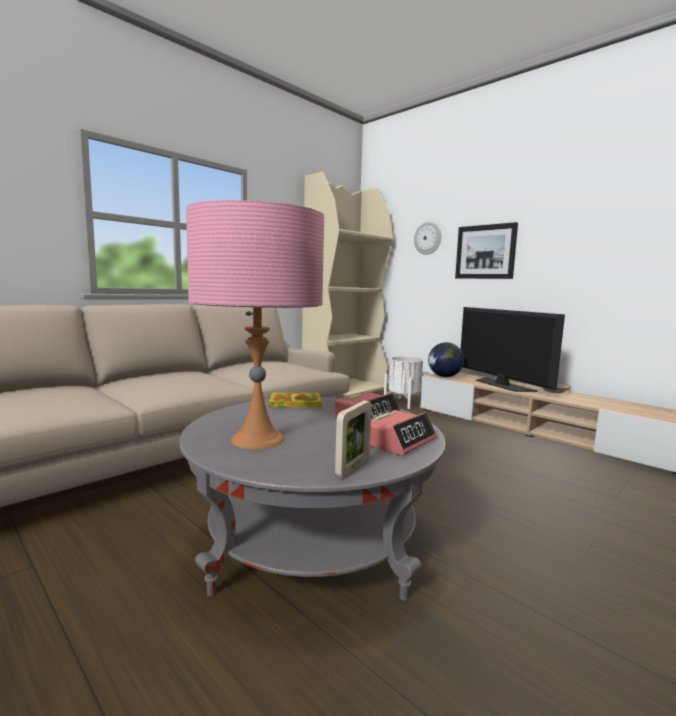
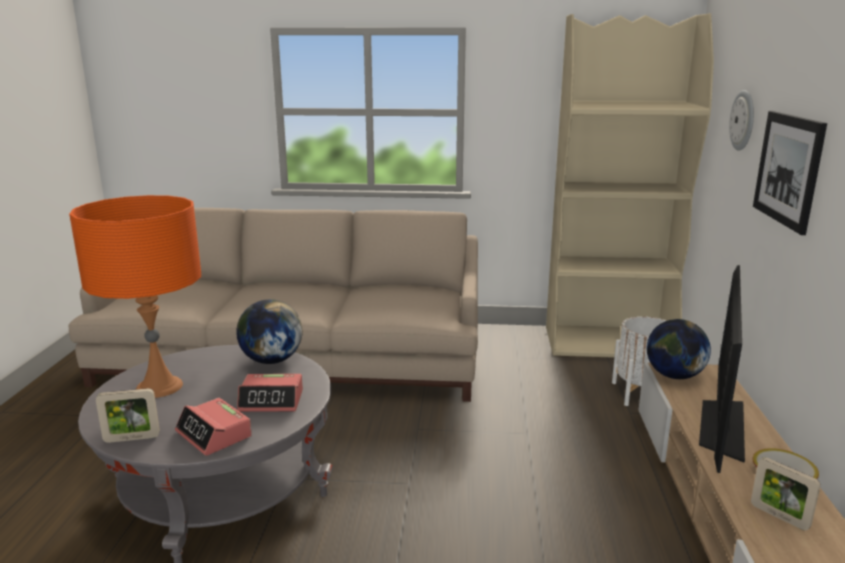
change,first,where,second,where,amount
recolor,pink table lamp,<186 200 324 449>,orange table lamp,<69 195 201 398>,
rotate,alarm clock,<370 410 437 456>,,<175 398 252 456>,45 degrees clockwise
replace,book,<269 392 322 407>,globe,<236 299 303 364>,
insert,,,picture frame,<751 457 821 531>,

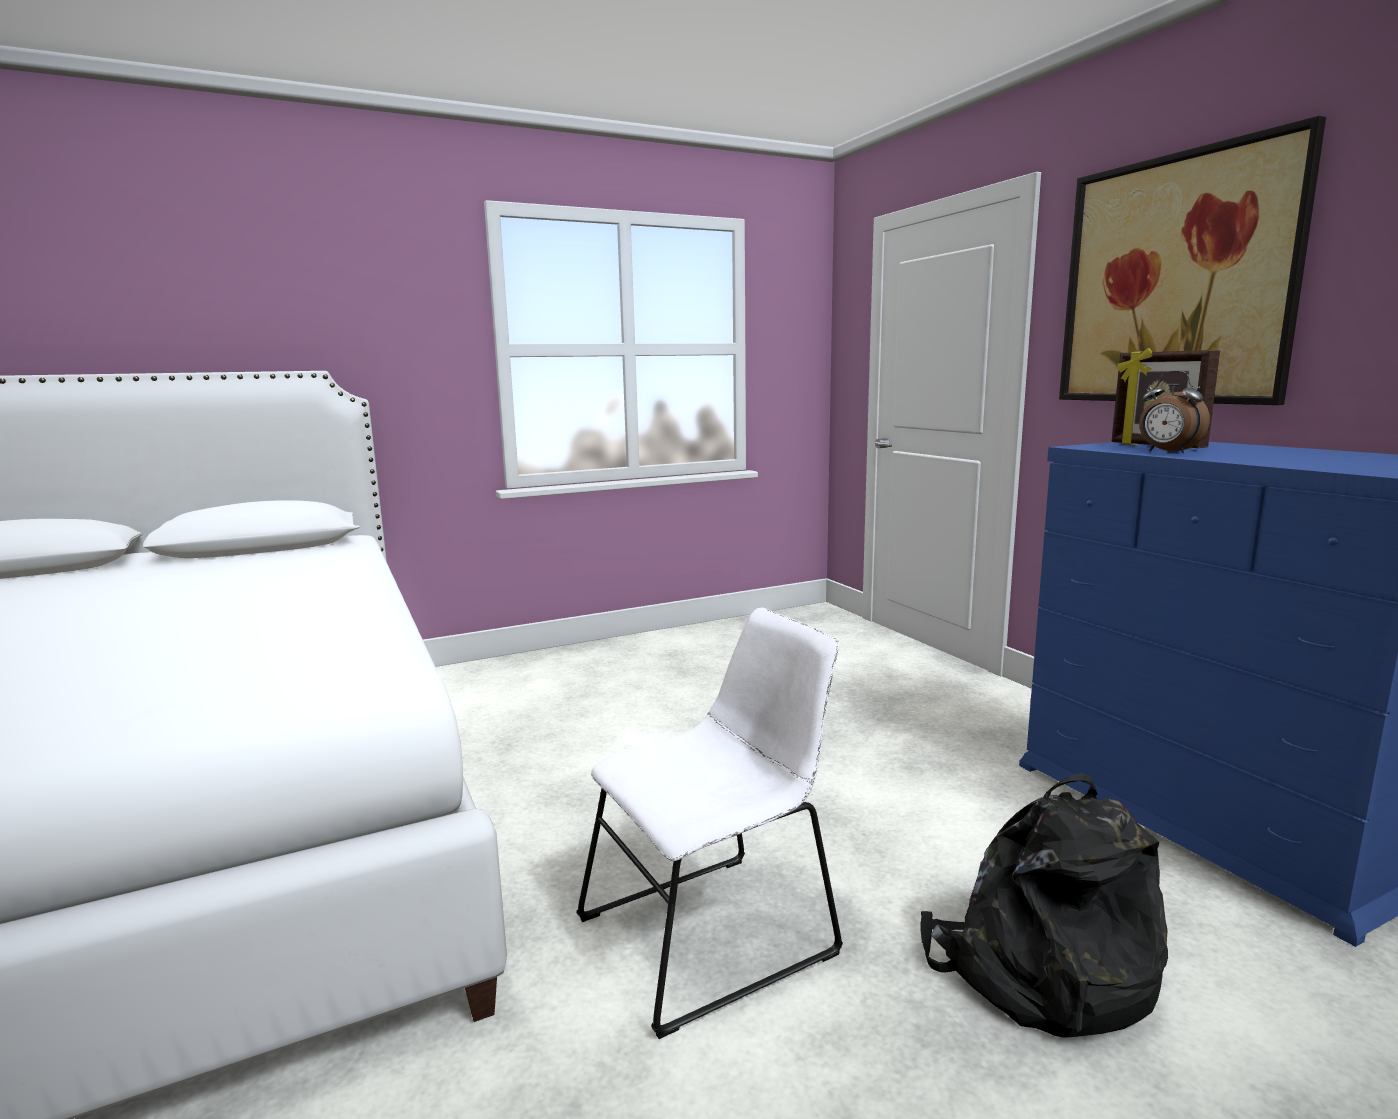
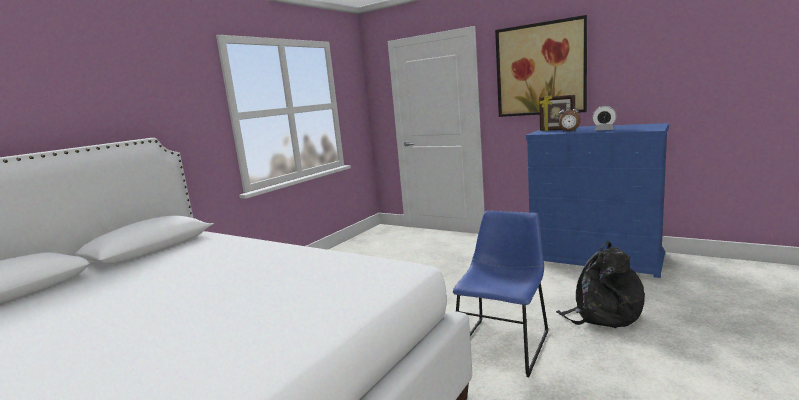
change,first,where,second,where,amount
recolor,white chair,<576 607 843 1039>,blue chair,<453 210 548 378>,
insert,,,alarm clock,<592 106 617 131>,

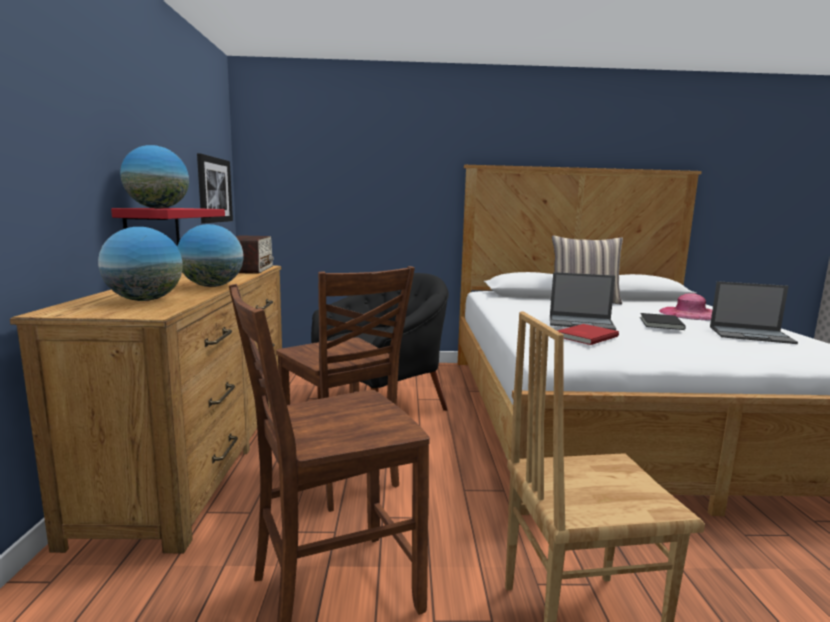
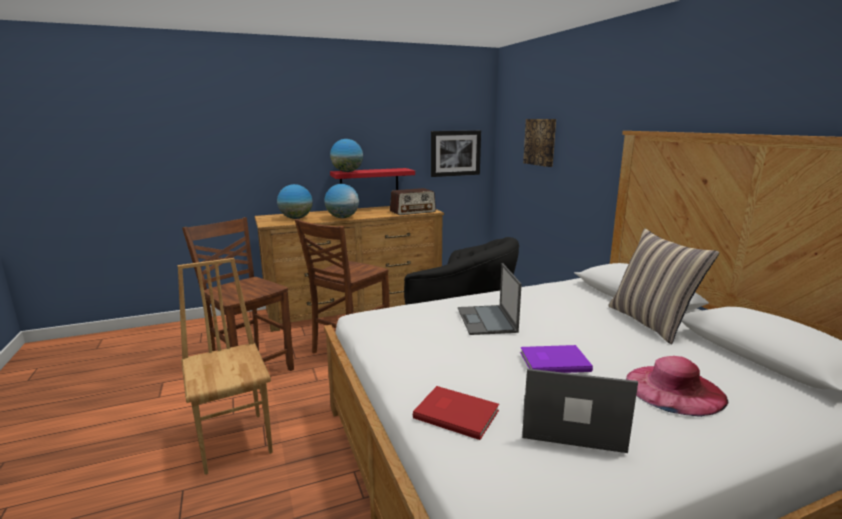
change,first,where,second,where,amount
move,red book,<557 324 619 345>,,<413 386 499 440>,
recolor,black book,<640 313 686 330>,purple book,<520 345 593 373>,
rotate,laptop,<710 281 798 344>,,<522 369 638 453>,105 degrees clockwise
insert,,,picture,<523 119 556 167>,

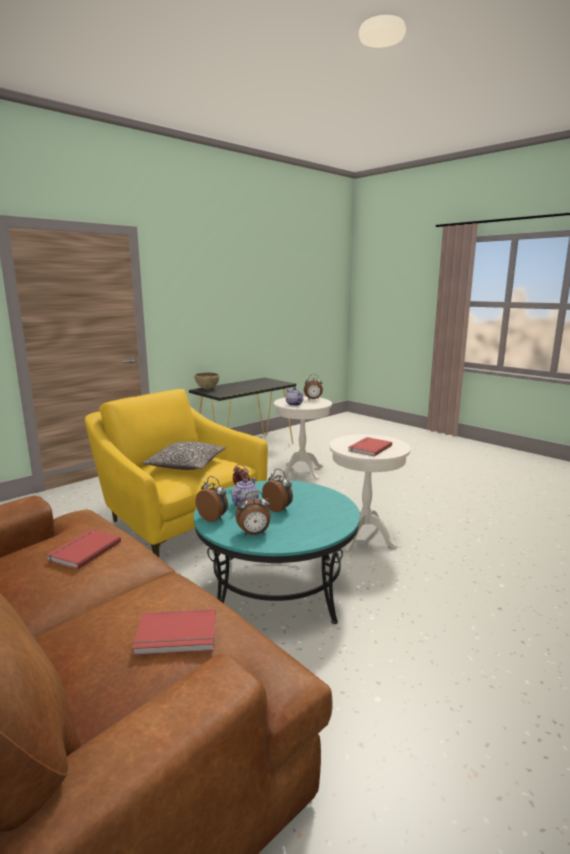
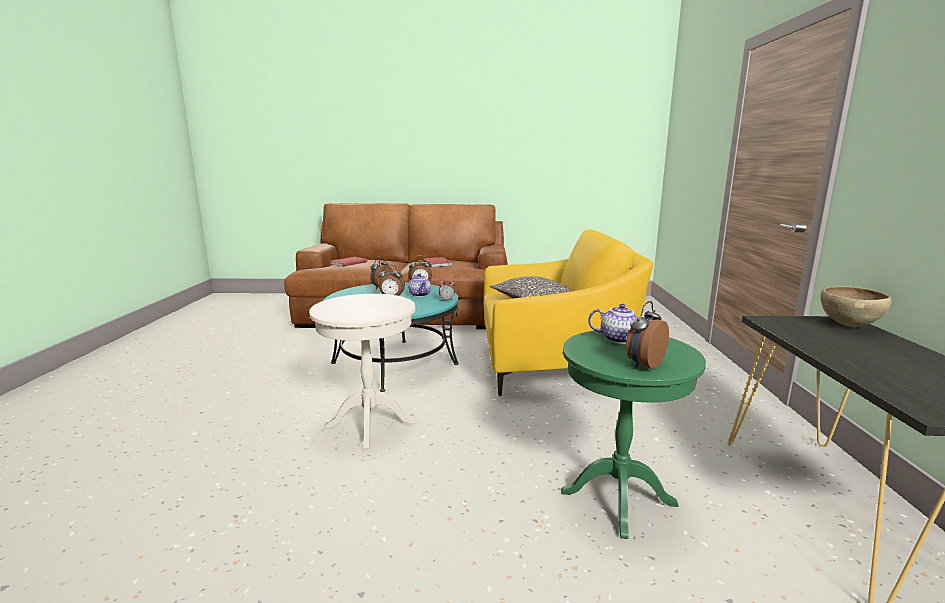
change,first,where,second,where,amount
recolor,white side table,<274 396 332 480>,green side table,<561 331 706 539>,
delete,red book,<348 437 392 456>,,,

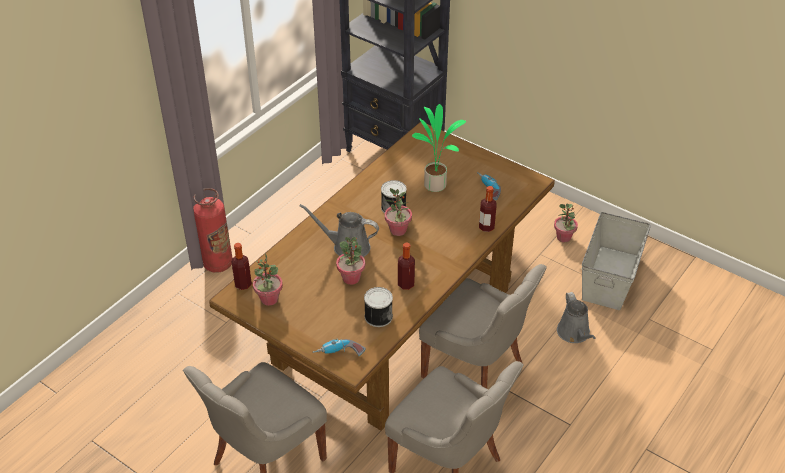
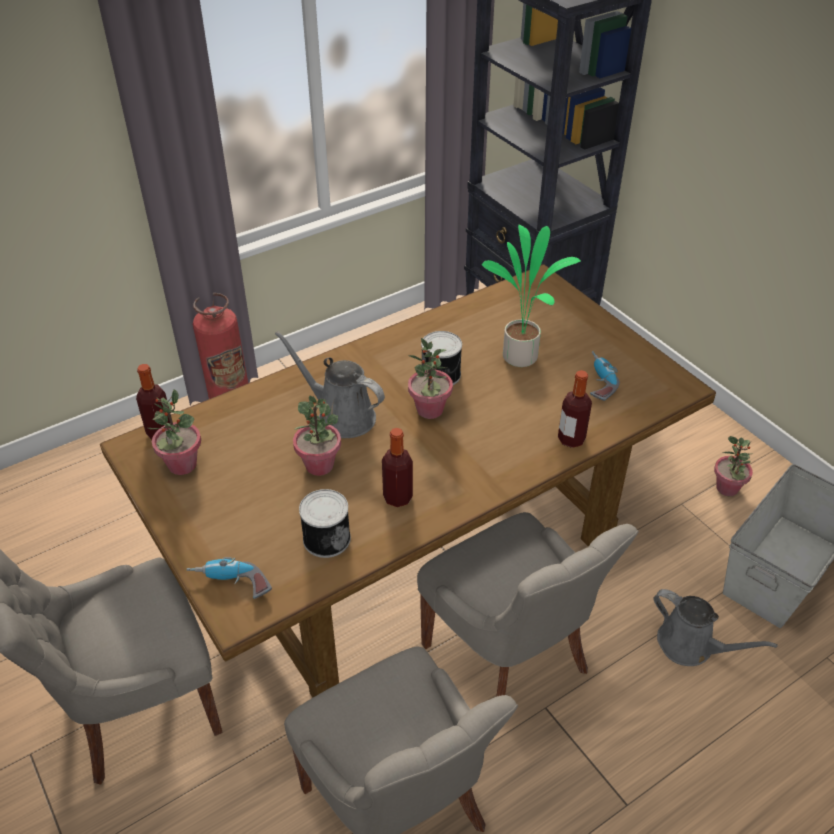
change,first,where,second,where,amount
rotate,grey watering can,<557 292 596 343>,,<653 589 778 666>,60 degrees counterclockwise

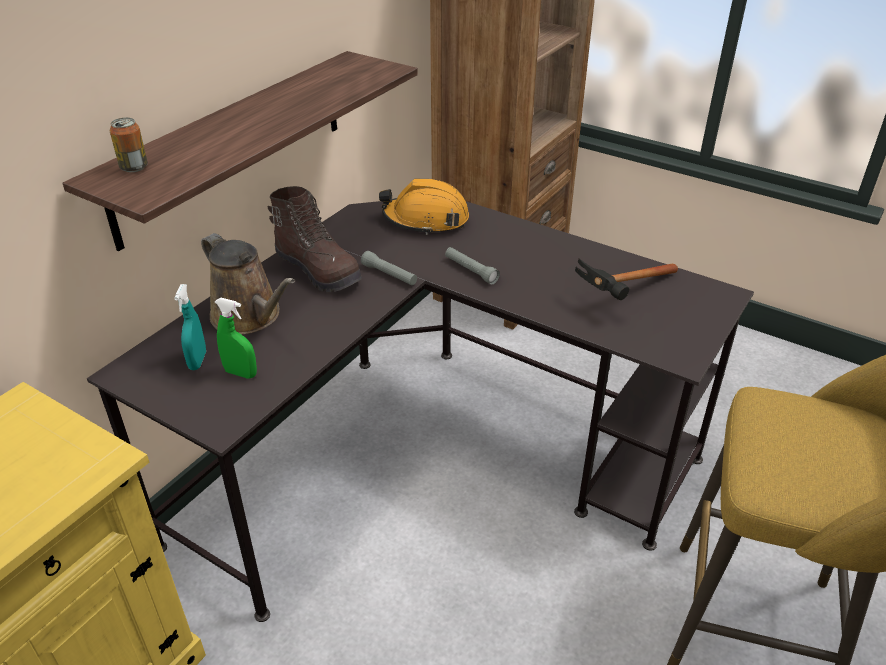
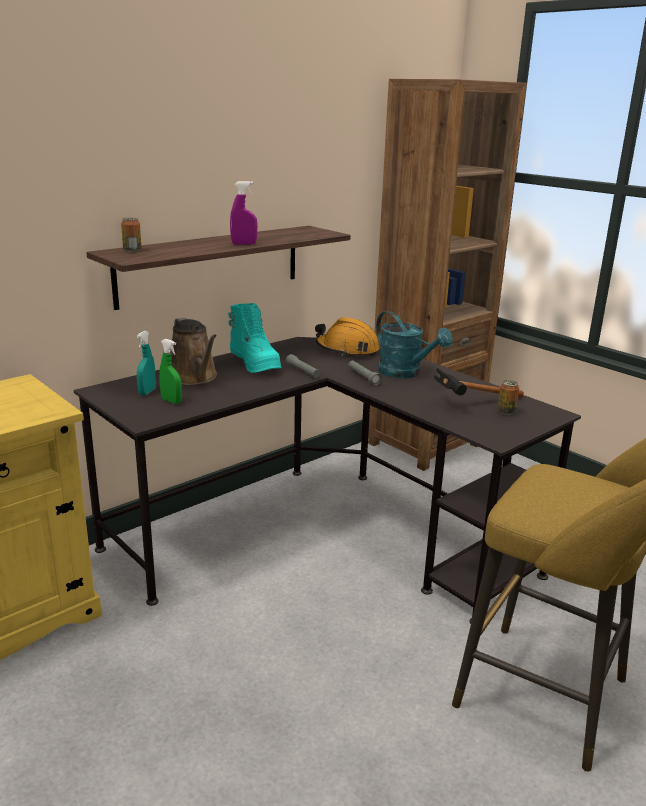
change,first,where,second,where,amount
recolor,brown boot,<268 186 362 292>,turquoise boot,<228 303 282 373>,
insert,,,purple spray bottle,<230 181 258 245>,
insert,,,turquoise watering can,<376 311 452 378>,
insert,,,can,<498 380 519 415>,

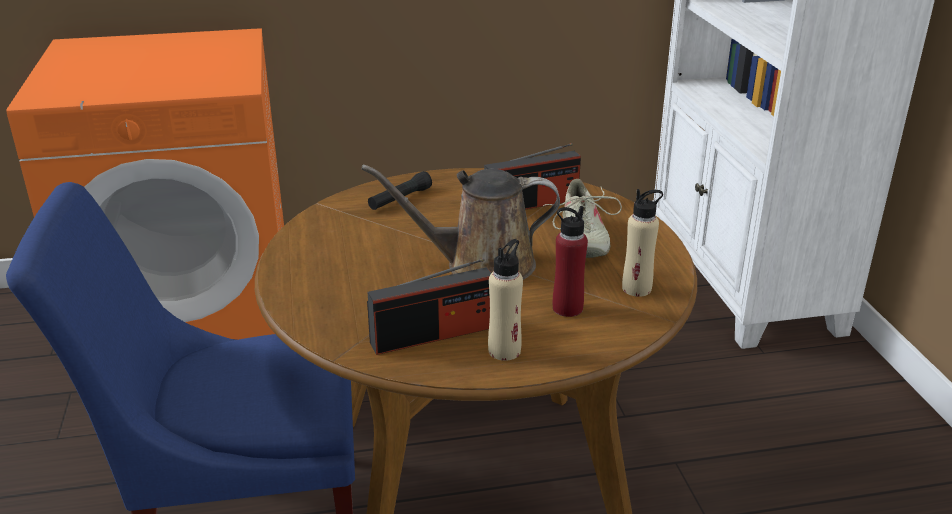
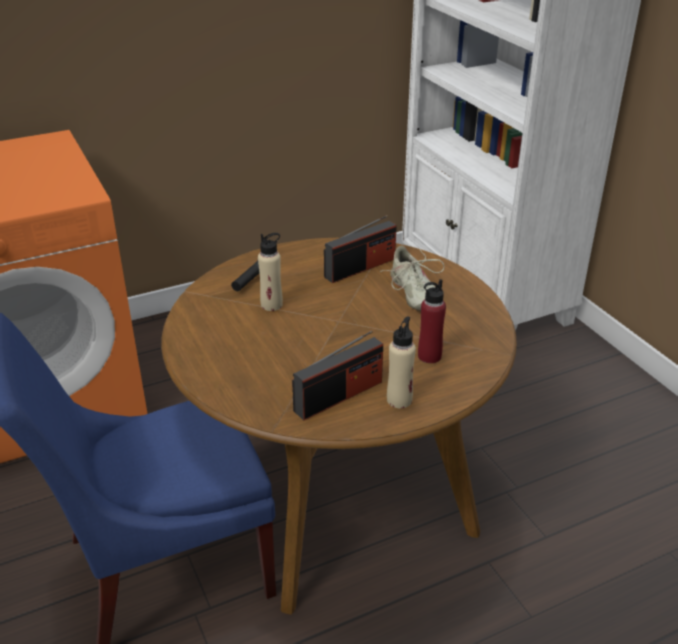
change,first,where,second,where,amount
move,beige bottle,<622 189 663 297>,,<258 233 283 311>,
delete,brown watering can,<361 165 560 280>,,,

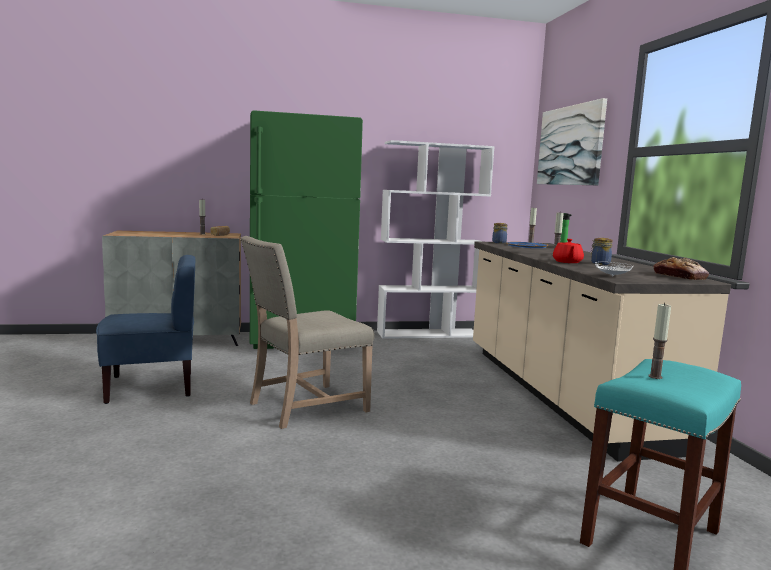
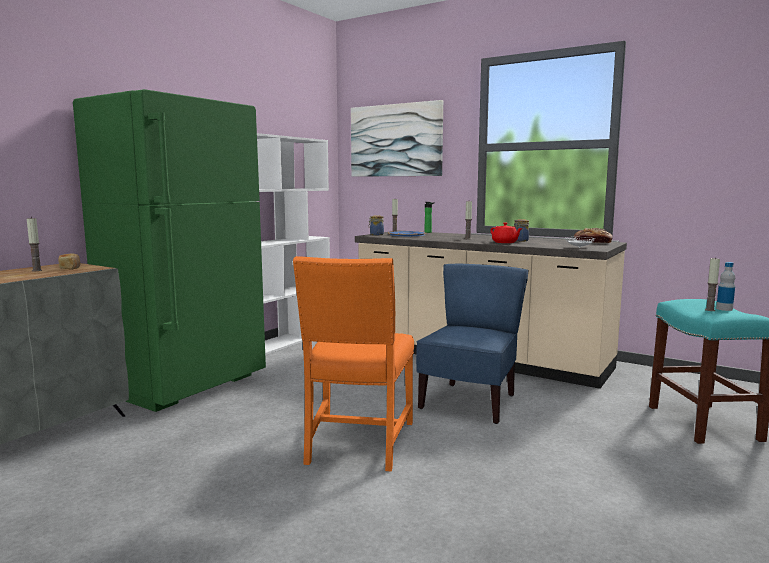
change,first,where,second,where,amount
recolor,beige chair,<240 236 374 429>,orange chair,<293 256 414 471>,
move,blue chair,<96 255 195 404>,,<416 264 528 424>,
insert,,,bottle,<716 262 735 311>,

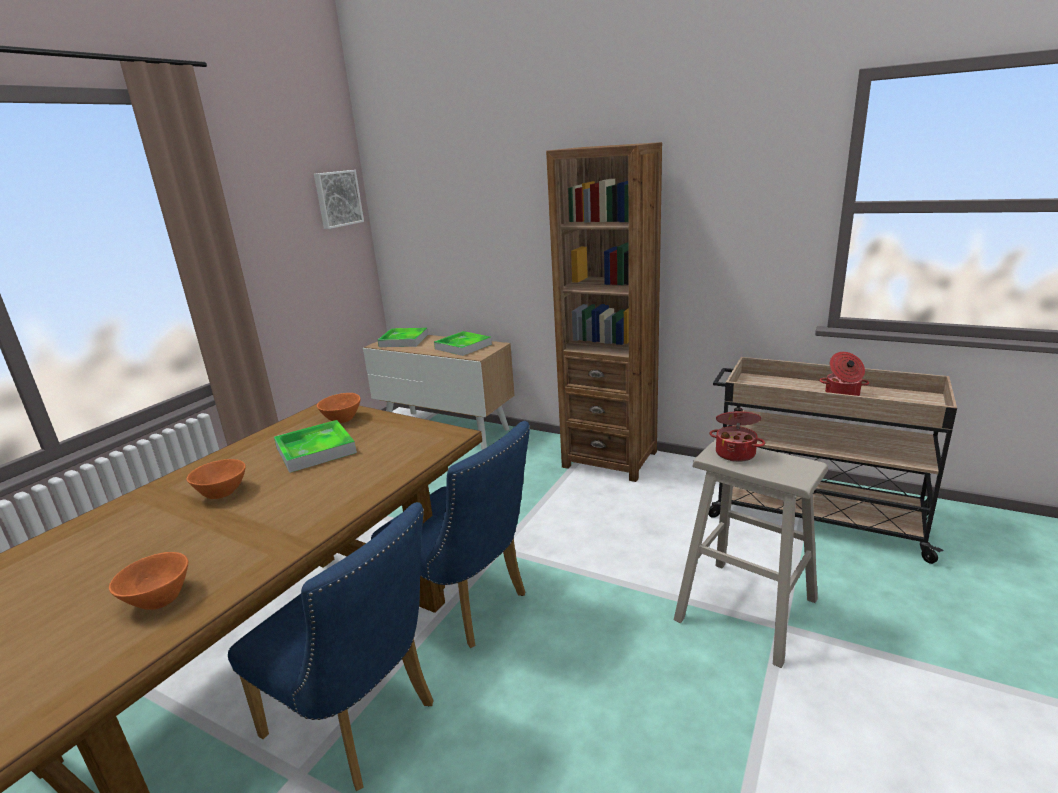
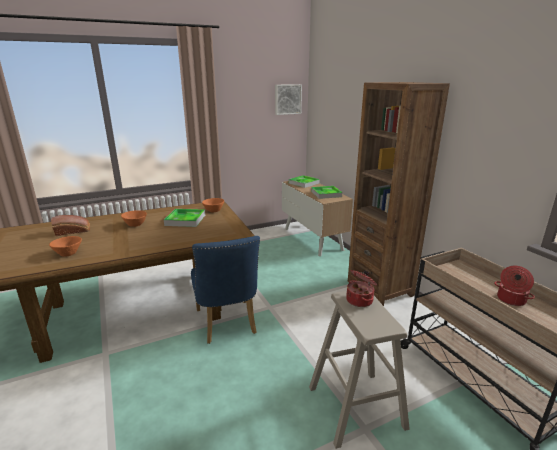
change,first,where,second,where,amount
insert,,,bread,<51 215 90 236>,
delete,blue chair,<228 502 433 791>,,,

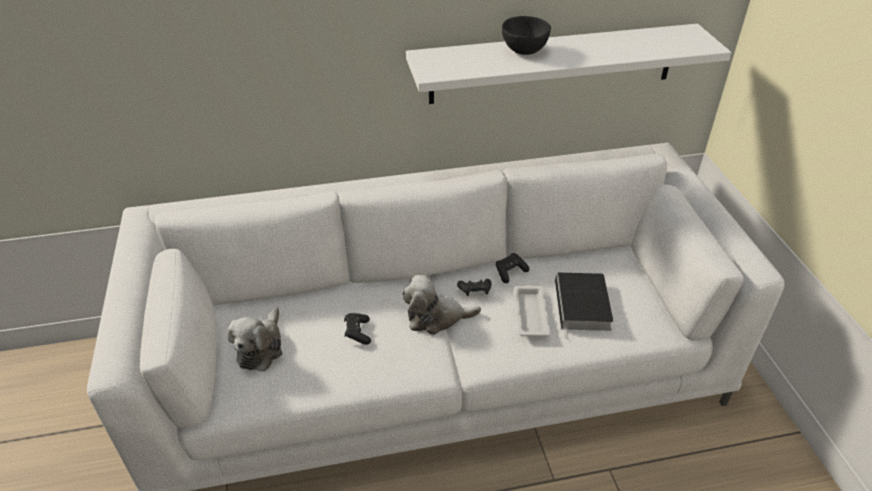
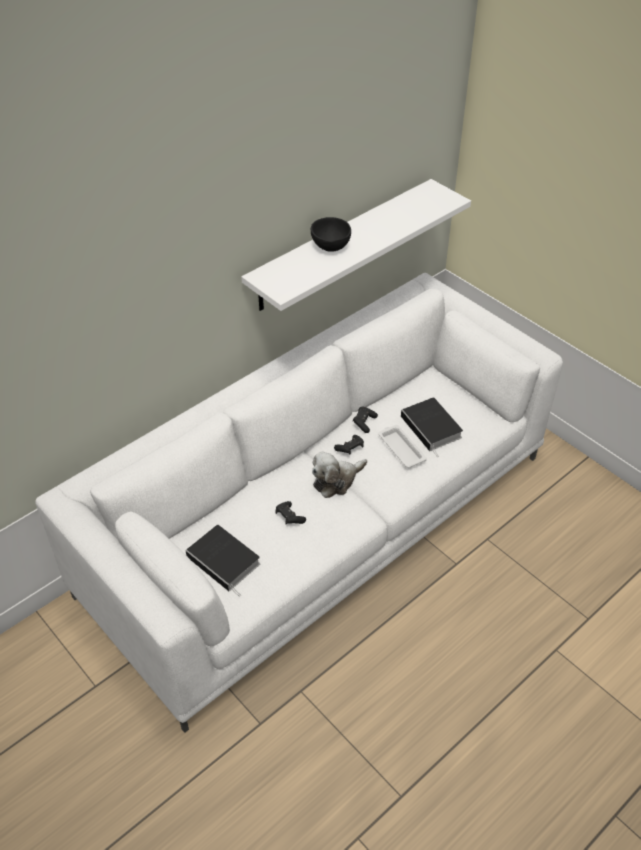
change,first,where,second,where,amount
replace,plush toy,<227 307 282 371>,book,<185 525 260 597>,

